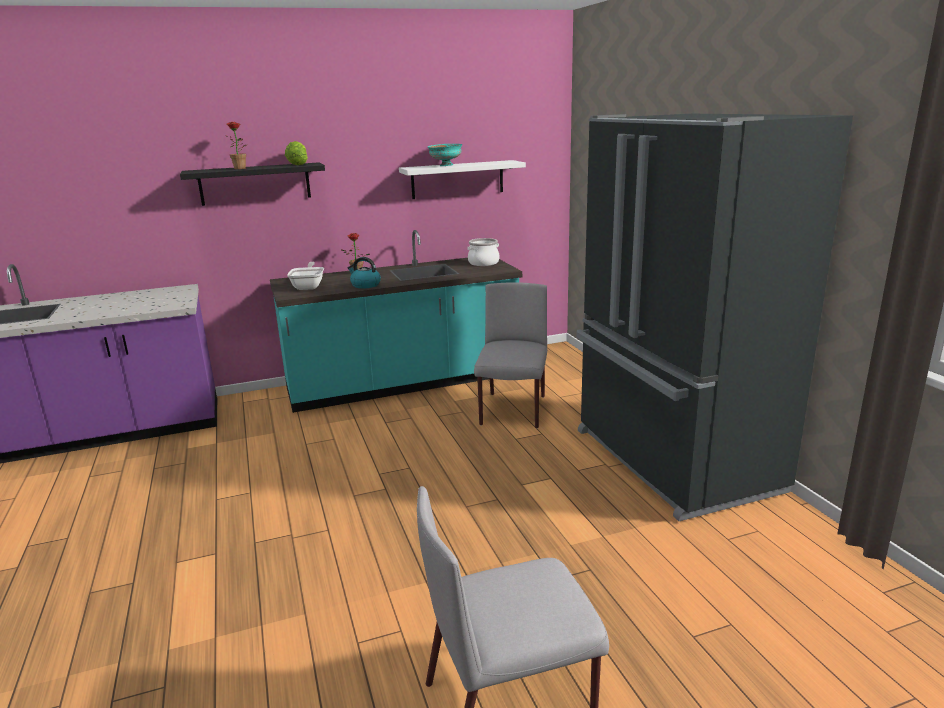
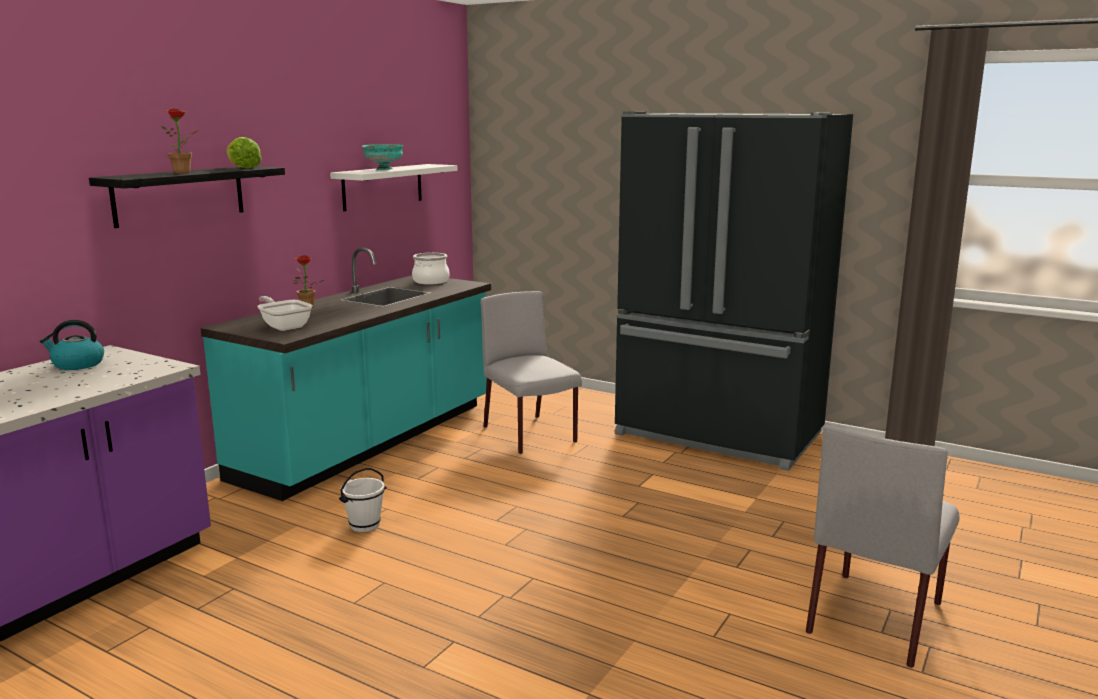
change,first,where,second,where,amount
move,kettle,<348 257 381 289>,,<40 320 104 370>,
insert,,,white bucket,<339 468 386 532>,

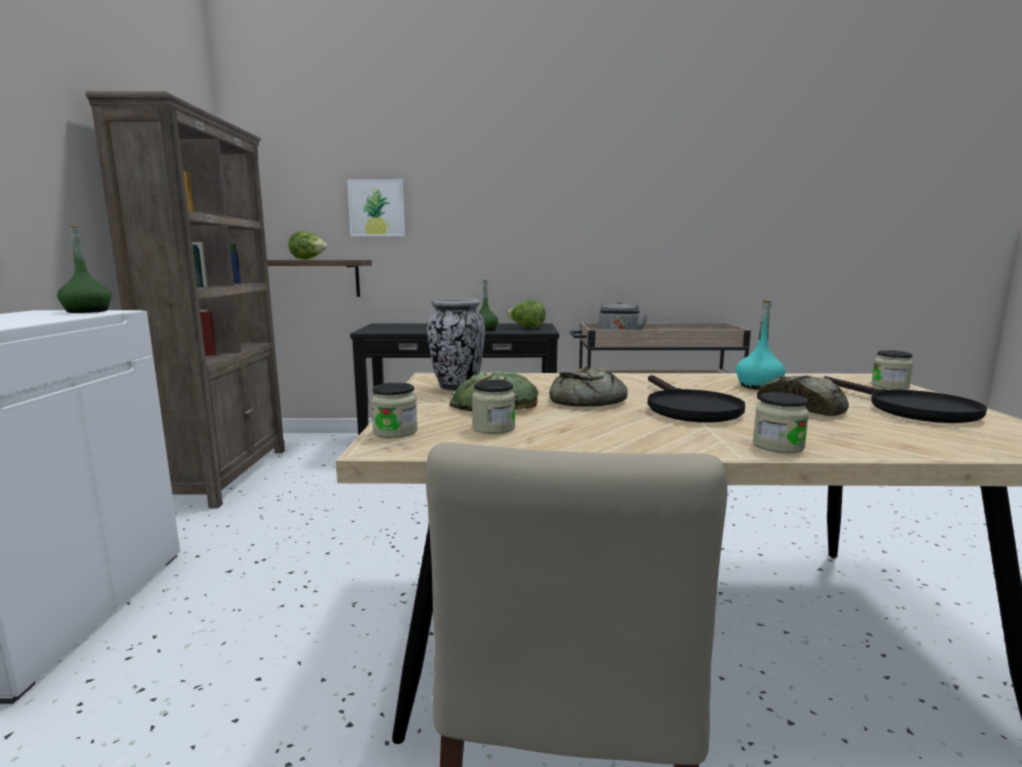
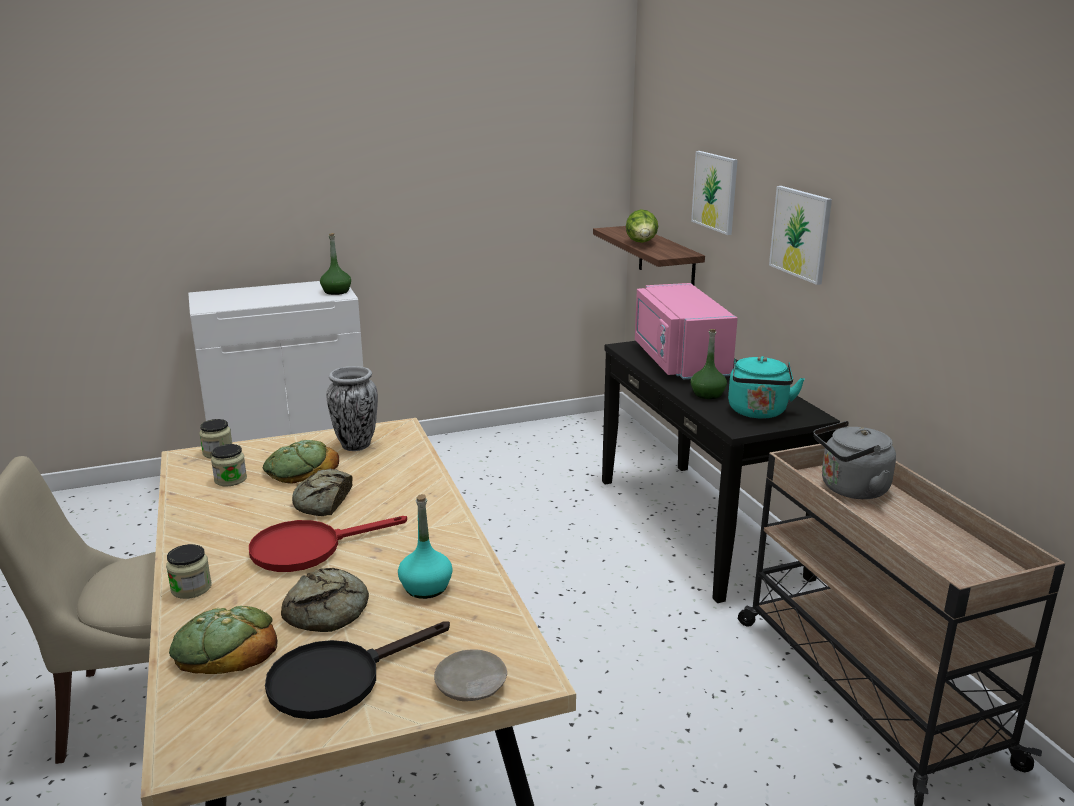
change,first,where,second,where,amount
insert,,,bread,<169 606 278 674>,
recolor,black frying pan,<648 375 745 423>,red frying pan,<249 516 407 572>,
replace,jar,<871 350 914 390>,beige plate,<434 649 507 701>,
insert,,,pink microwave,<635 283 738 379>,
replace,lettuce,<507 300 545 328>,turquoise kettle,<728 356 805 418>,
insert,,,picture,<769 186 832 285>,
delete,brown bookcase,<85 91 285 508>,,,

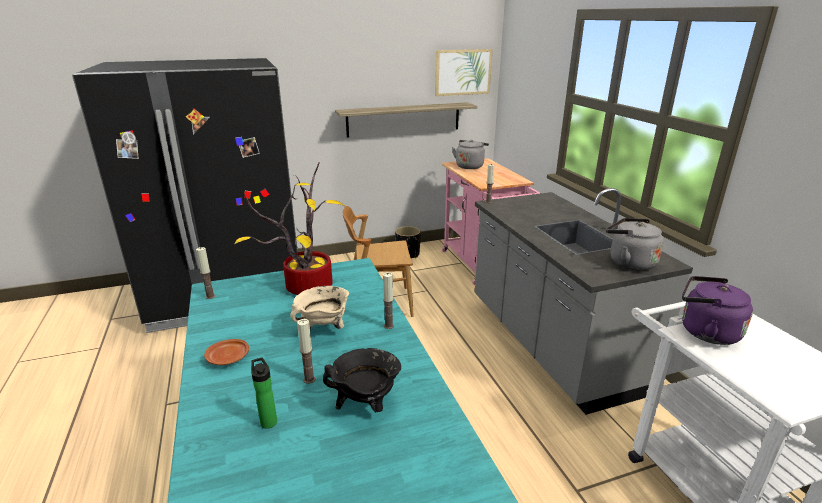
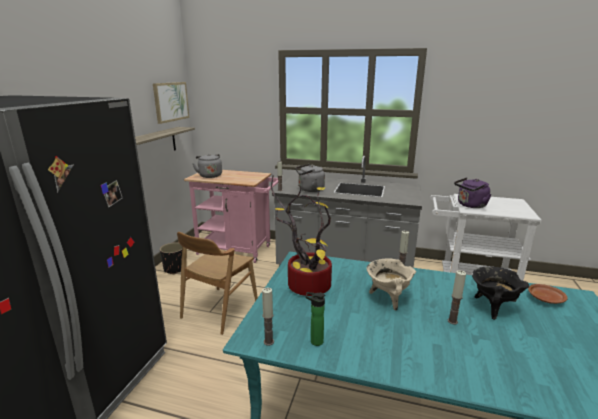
change,first,where,second,where,amount
move,grey kettle,<606 218 664 270>,,<296 164 325 192>,
move,bottle,<251 358 277 429>,,<306 292 325 346>,
move,brown plate,<204 339 249 365>,,<528 284 568 304>,

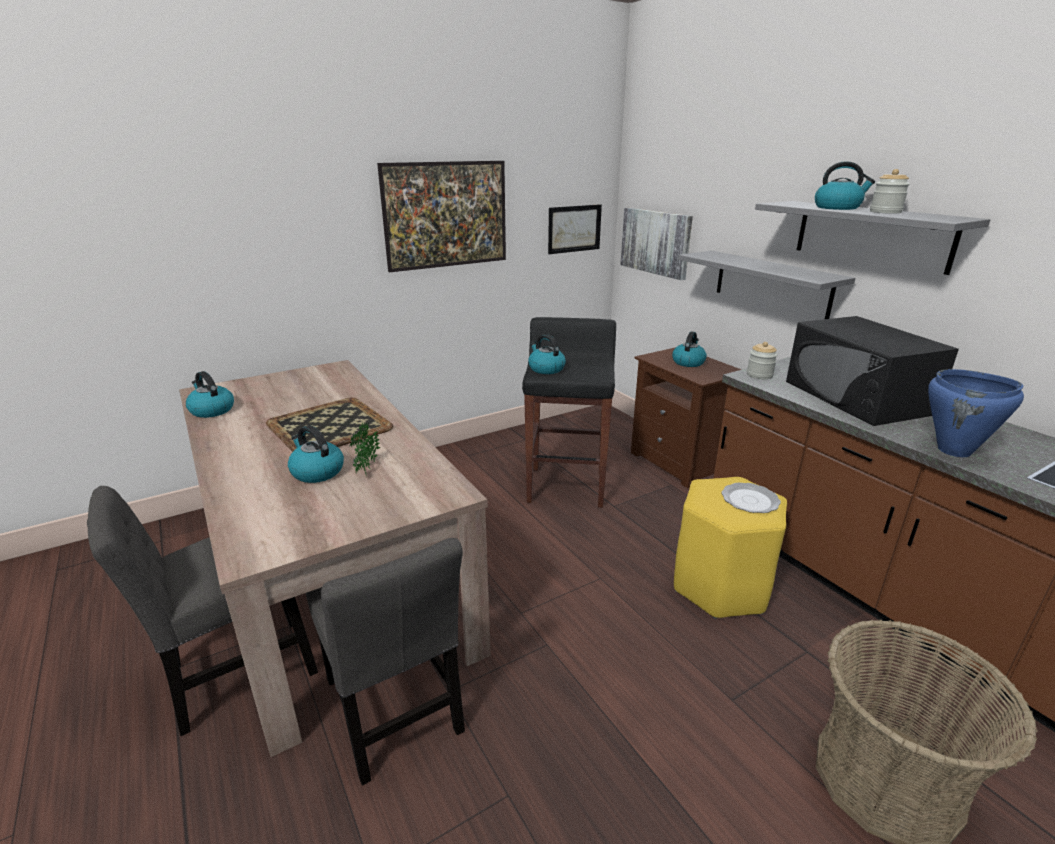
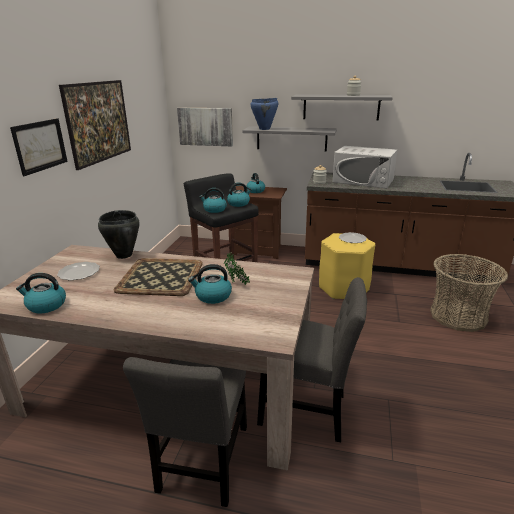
change,first,where,second,where,amount
move,picture,<548 204 602 254>,,<10 118 68 176>,
insert,,,plate,<57 262 100 280>,
insert,,,black cooking pot,<98 210 139 259>,
move,kettle,<815 161 875 210>,,<227 182 252 207>,
move,blue cooking pot,<928 369 1024 457>,,<251 98 278 130>,
recolor,black microwave,<786 316 959 426>,white microwave,<333 146 398 188>,

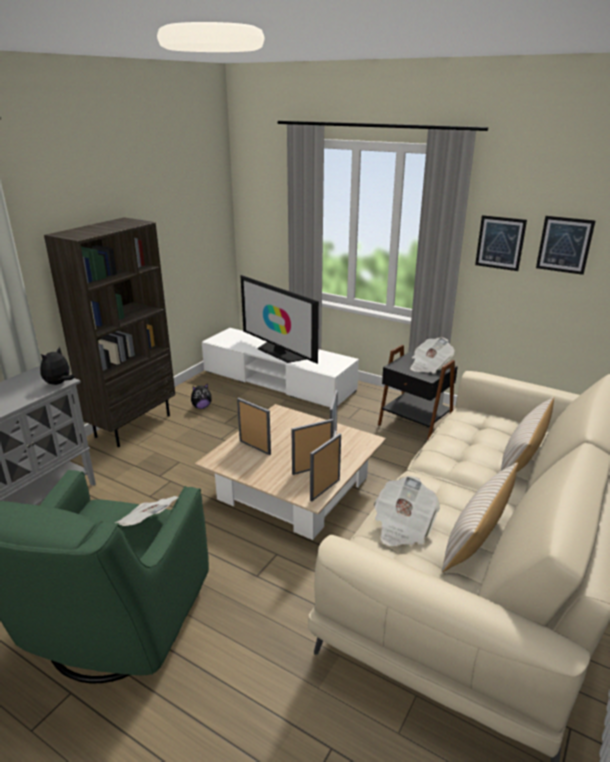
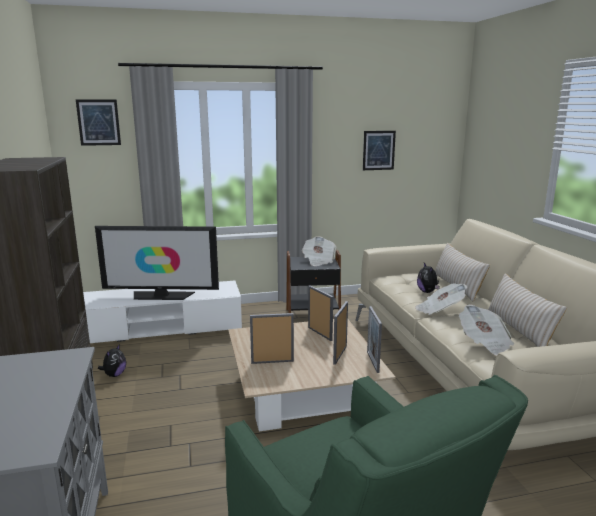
change,first,where,second,where,amount
move,picture,<475 215 527 271>,,<76 99 121 146>,
move,newspaper,<115 496 179 526>,,<415 283 468 315>,
move,plush toy,<40 347 75 385>,,<417 263 440 293>,

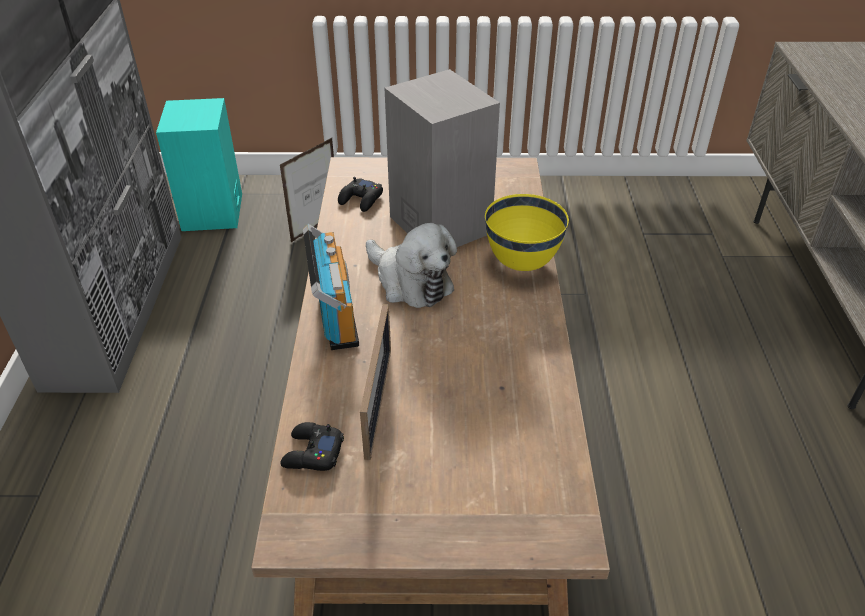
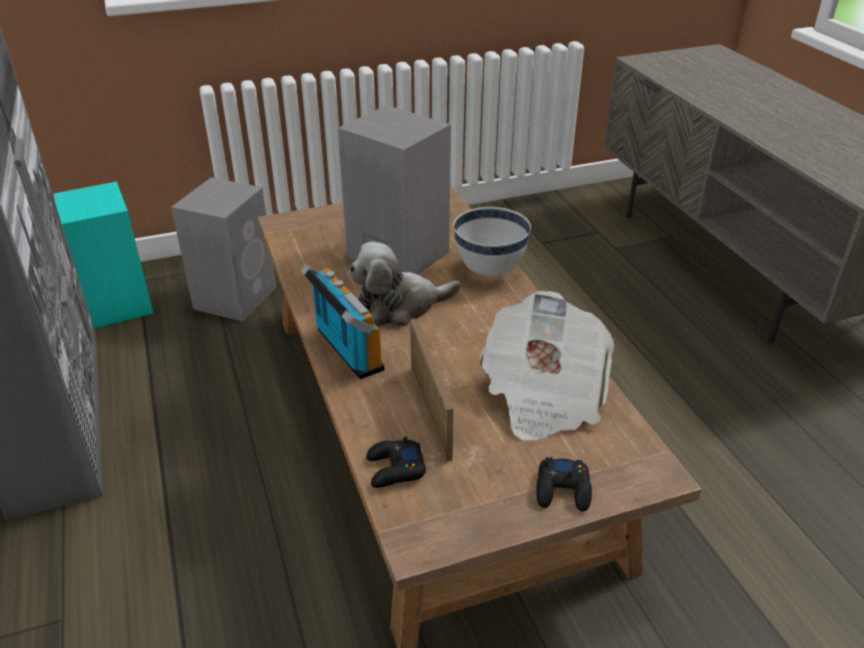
change,first,where,second,where,amount
replace,picture frame,<280 138 334 242>,grey speaker,<171 177 276 322>,
rotate,plush toy,<366 223 457 308>,,<349 242 461 326>,135 degrees clockwise
recolor,yellow bowl,<485 194 569 271>,white bowl,<453 207 531 276>,
insert,,,newspaper,<480 291 615 441>,
move,black game controller,<338 177 383 212>,,<536 457 592 512>,

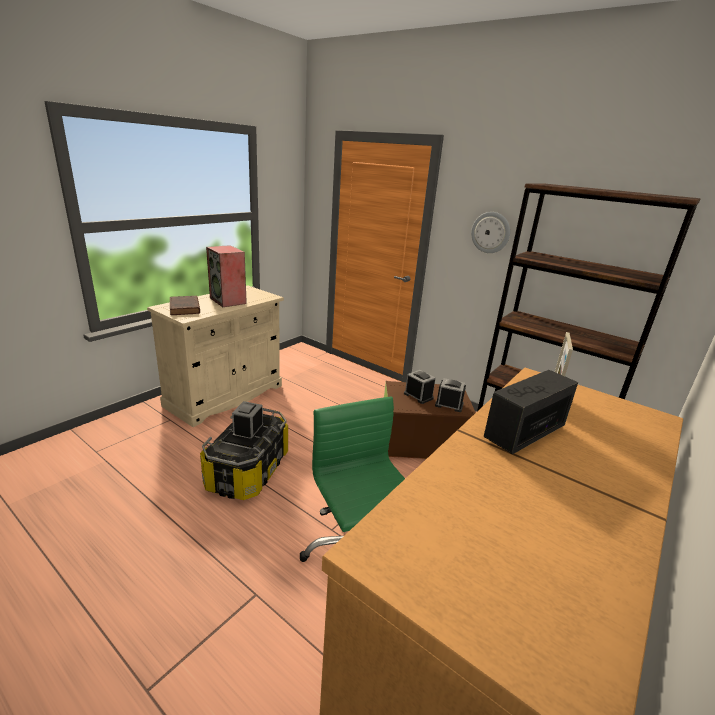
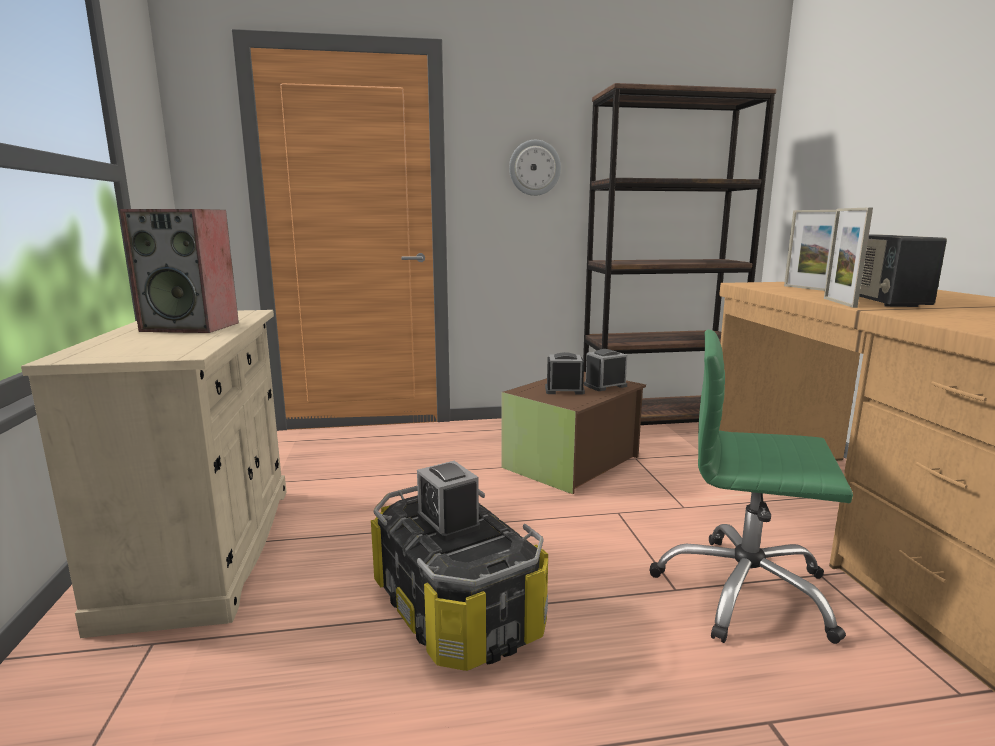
change,first,where,second,where,amount
insert,,,picture frame,<824 207 873 308>,
delete,brown book,<170 296 200 315>,,,

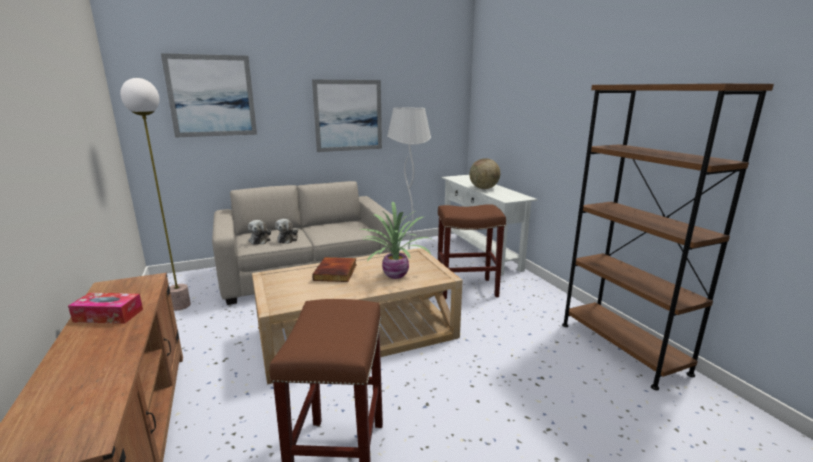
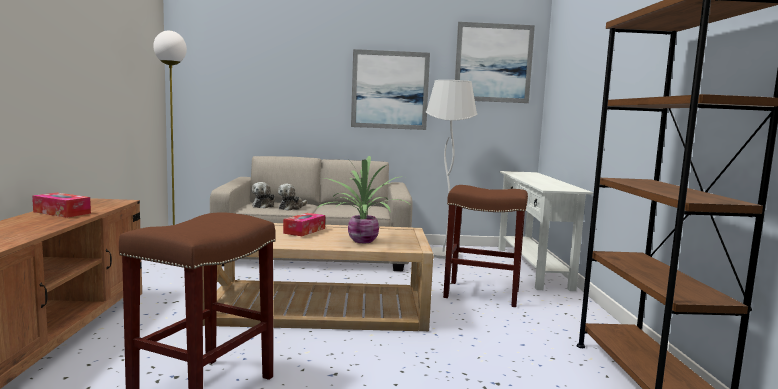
change,first,where,second,where,amount
replace,book,<312 257 357 282>,tissue box,<283 213 325 236>,
move,picture,<161 53 257 138>,,<455 22 535 103>,
delete,globe,<469 158 500 189>,,,

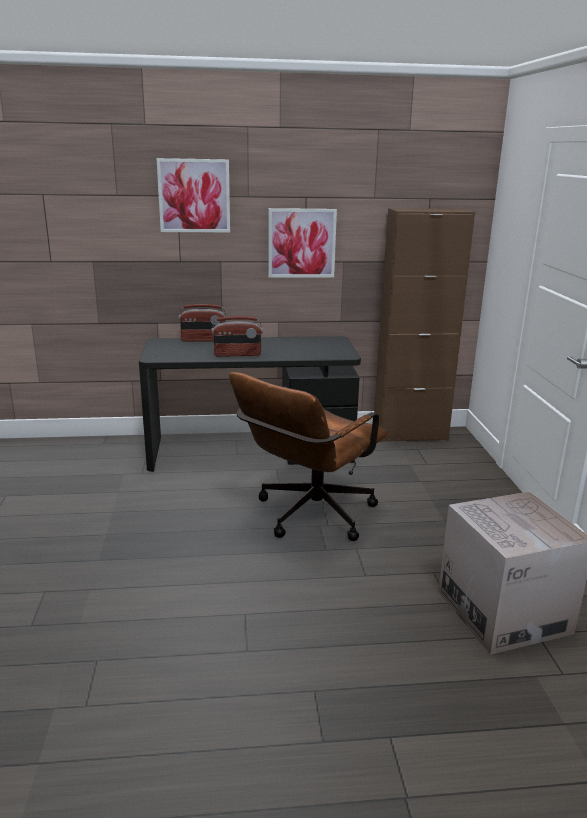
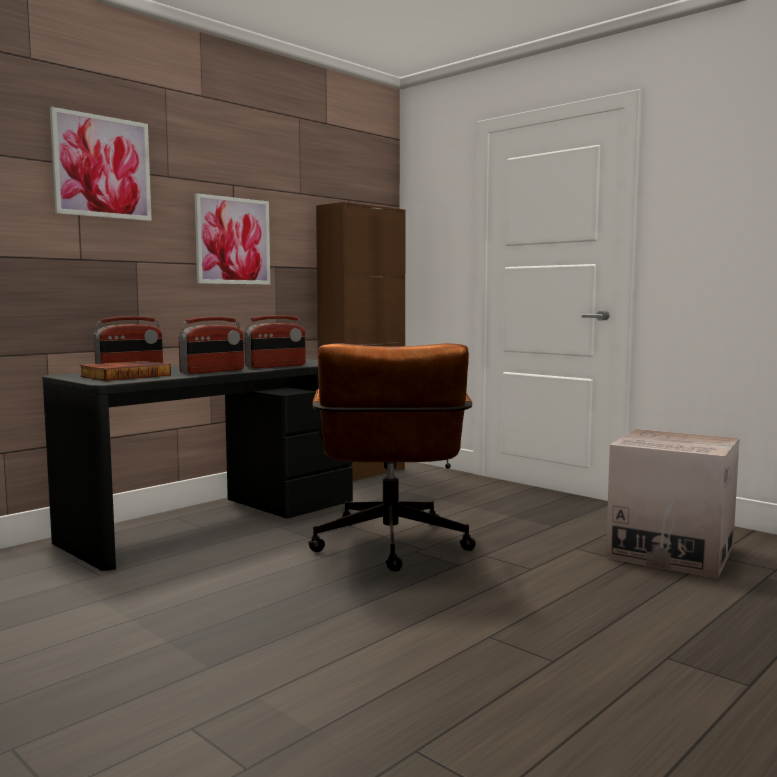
change,first,where,second,where,amount
insert,,,book,<80 361 171 381>,
insert,,,radio,<244 315 306 368>,

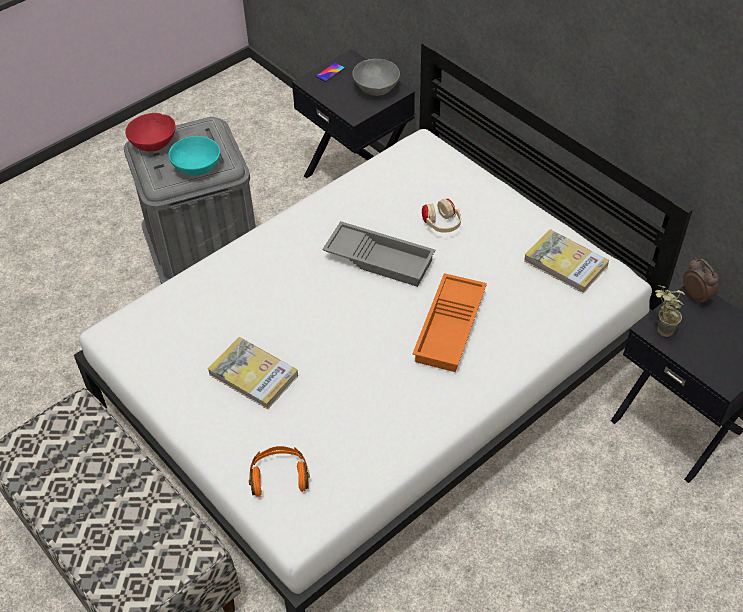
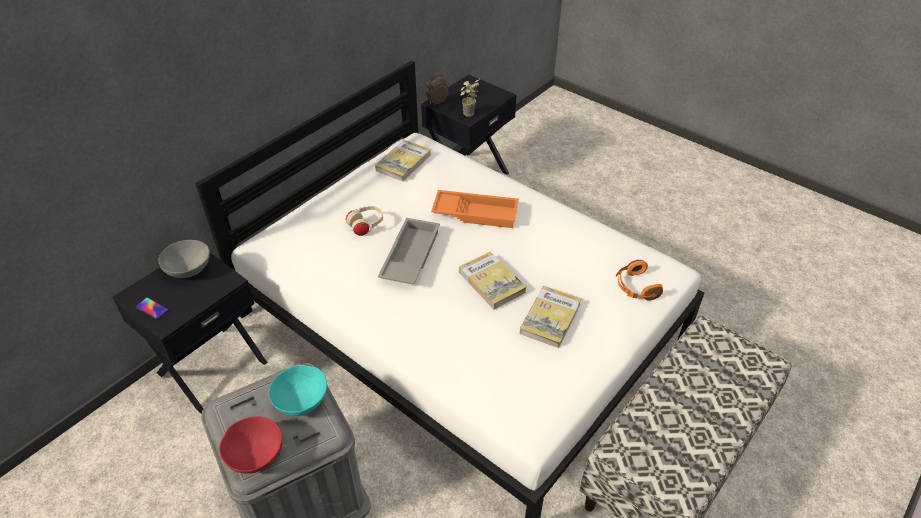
change,first,where,second,where,amount
insert,,,book,<459 251 526 309>,

